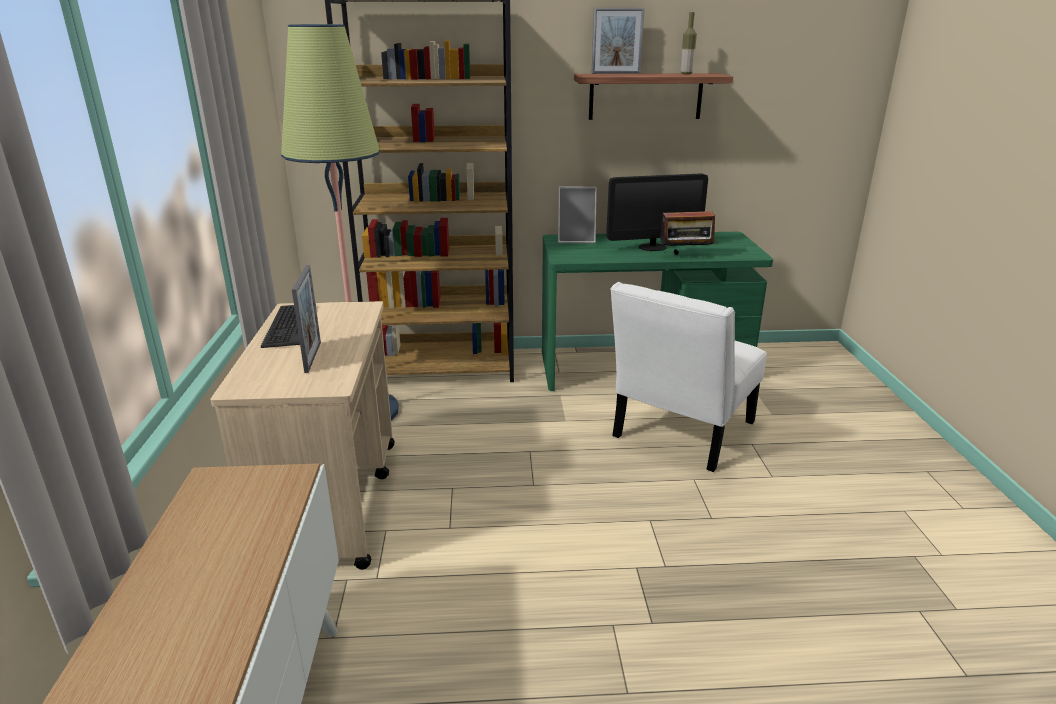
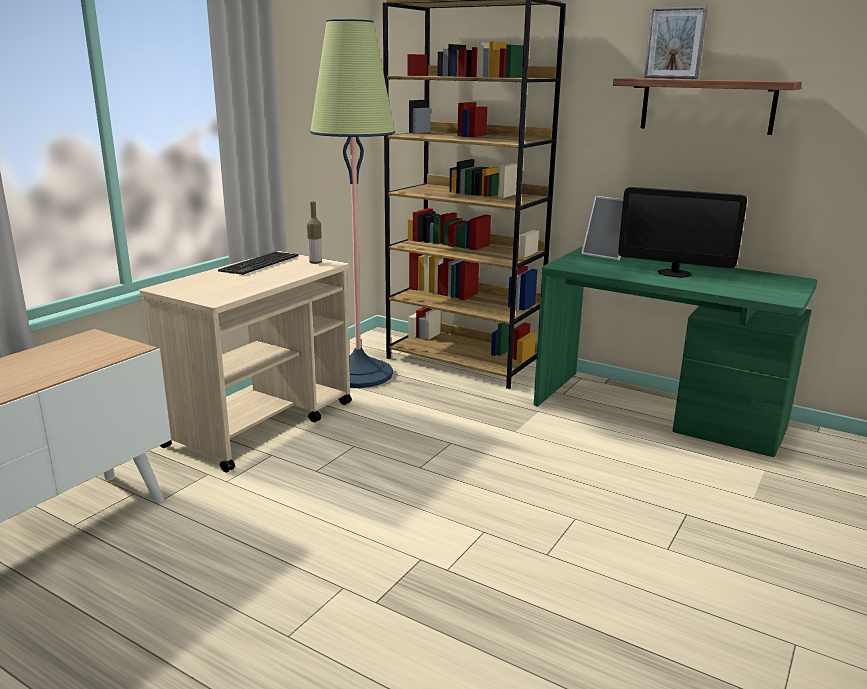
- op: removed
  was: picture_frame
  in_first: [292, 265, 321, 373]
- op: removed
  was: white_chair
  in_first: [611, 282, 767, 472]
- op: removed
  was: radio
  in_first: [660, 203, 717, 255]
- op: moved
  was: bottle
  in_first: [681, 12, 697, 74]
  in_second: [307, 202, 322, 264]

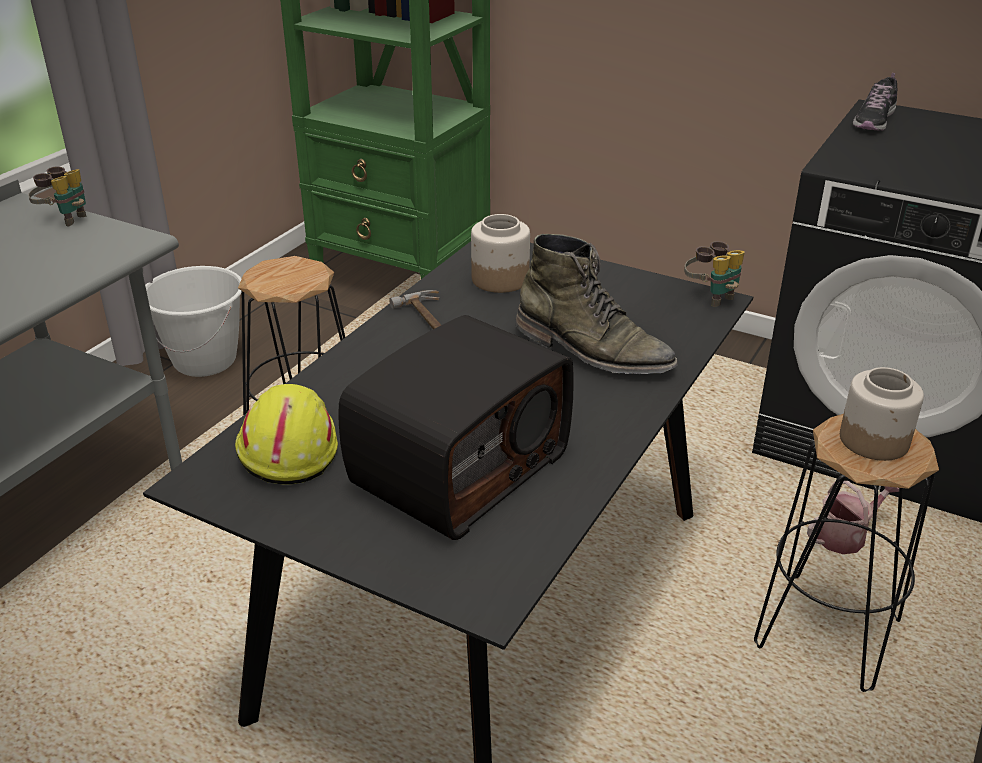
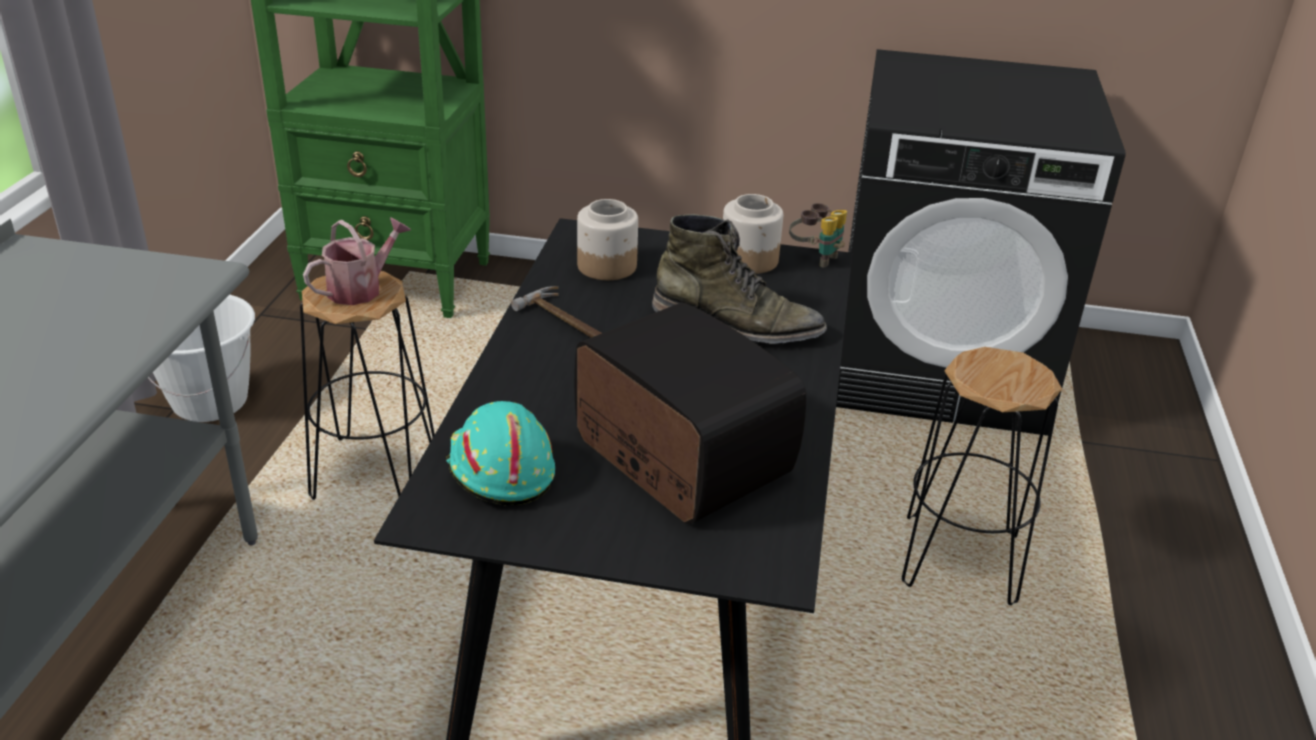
- op: removed
  was: binoculars
  in_first: [28, 167, 87, 226]
- op: removed
  was: shoe
  in_first: [853, 73, 897, 131]
- op: moved
  was: watering_can
  in_first: [807, 481, 899, 554]
  in_second: [303, 218, 411, 305]
- op: moved
  was: jar
  in_first: [840, 367, 924, 461]
  in_second: [723, 194, 783, 274]
- op: recoloured
  was: yellow_hard_hat
  now: turquoise_hard_hat
  in_first: [235, 384, 338, 485]
  in_second: [446, 401, 555, 505]
- op: turned
  was: radio
  in_first: [338, 315, 574, 540]
  in_second: [574, 303, 806, 524]
  clockwise: -60

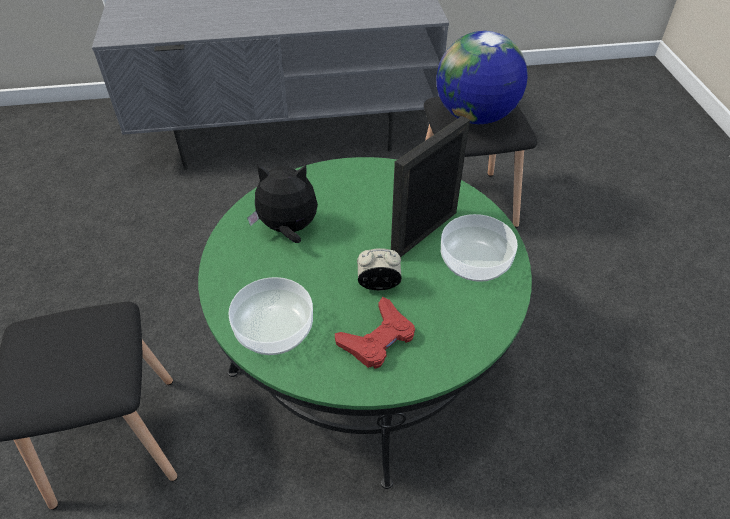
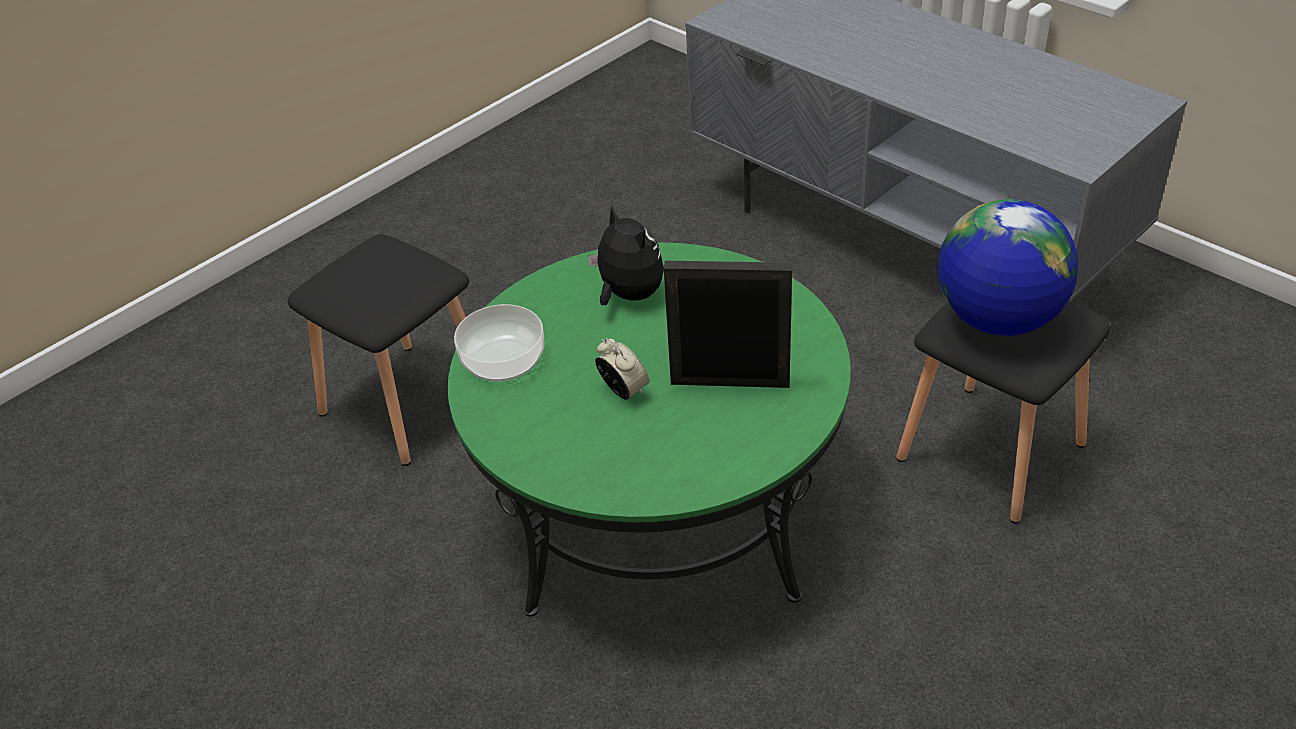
- op: removed
  was: red_game_controller
  in_first: [335, 297, 415, 369]
- op: removed
  was: bowl
  in_first: [441, 214, 518, 282]

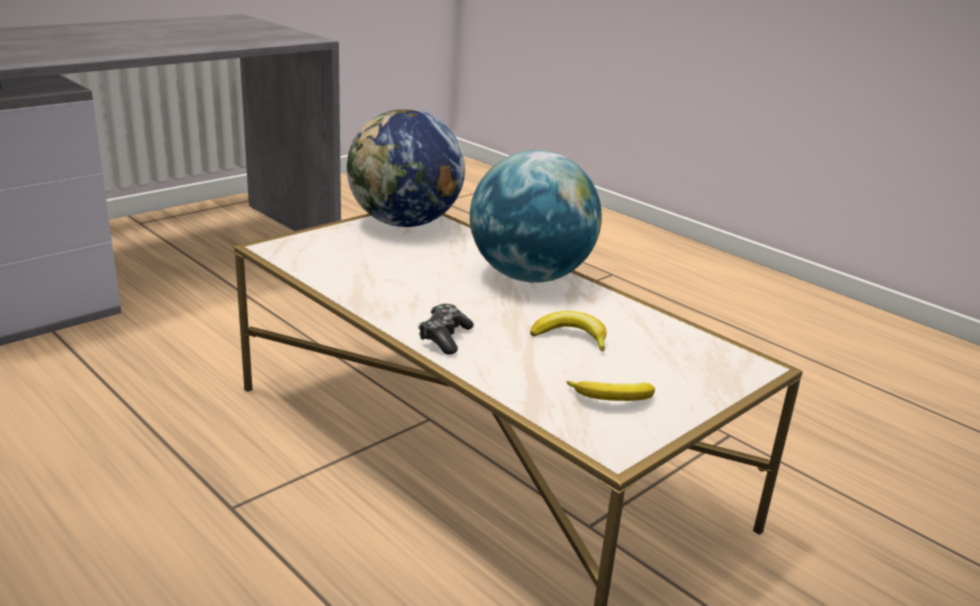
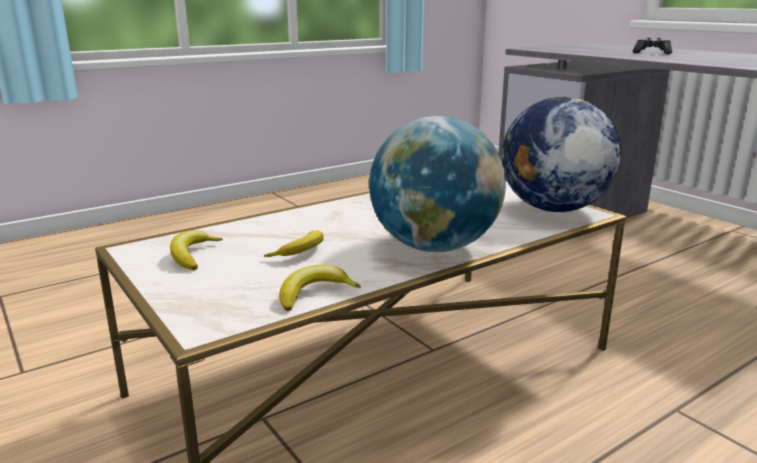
- op: added
  now: banana
  in_second: [279, 265, 361, 311]
- op: moved
  was: game_controller
  in_first: [419, 304, 474, 355]
  in_second: [633, 37, 672, 54]

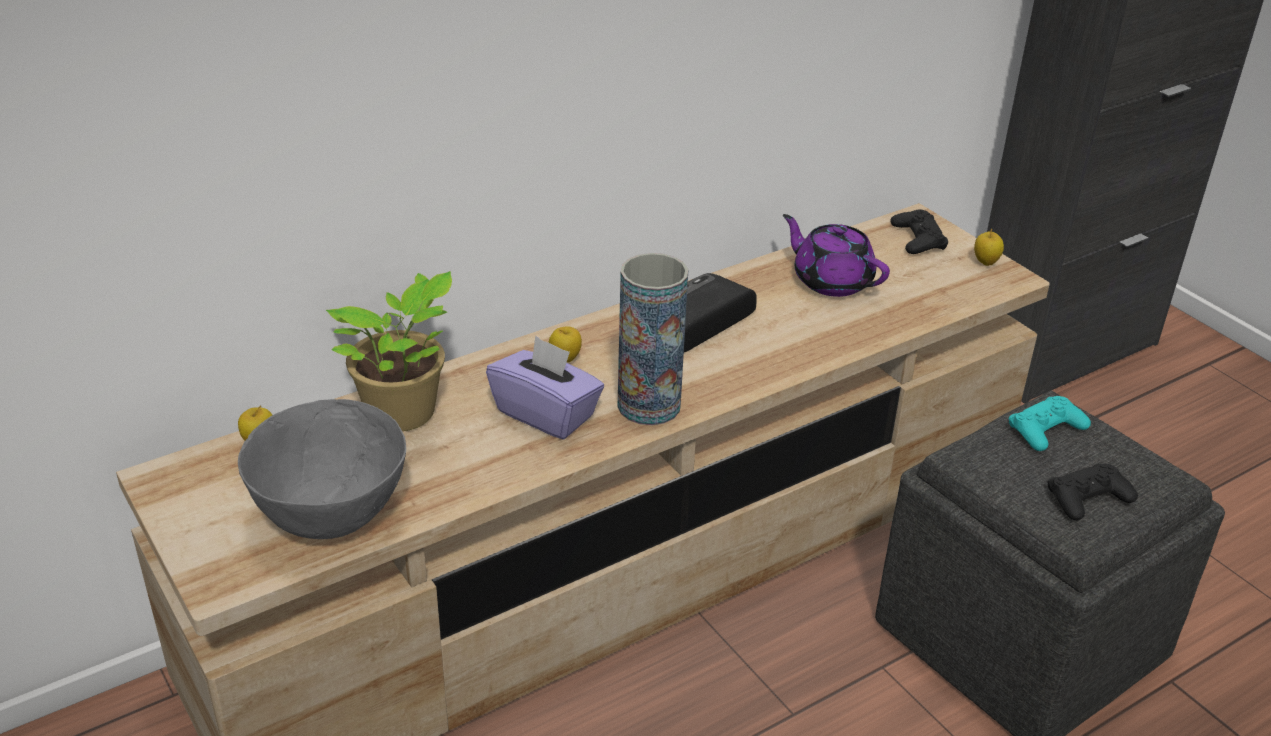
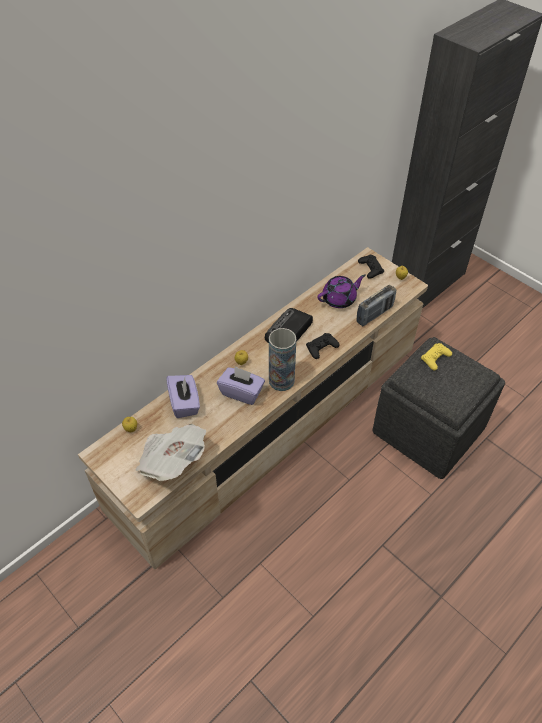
- op: added
  now: radio
  in_second: [356, 285, 397, 326]
- op: moved
  was: black_game_controller
  in_first: [1047, 464, 1138, 520]
  in_second: [306, 333, 340, 359]
- op: replaced
  was: grey_bowl
  now: newspaper
  in_first: [238, 399, 406, 539]
  in_second: [135, 424, 206, 481]
- op: replaced
  was: potted_plant
  now: purple_tissue_box
  in_first: [326, 271, 452, 431]
  in_second: [166, 375, 200, 418]
- op: recoloured
  was: turquoise_game_controller
  now: yellow_game_controller
  in_first: [1009, 396, 1091, 451]
  in_second: [421, 343, 452, 371]
- op: turned
  was: purple_teapot
  in_first: [783, 214, 890, 297]
  in_second: [317, 274, 366, 308]
  clockwise: 120

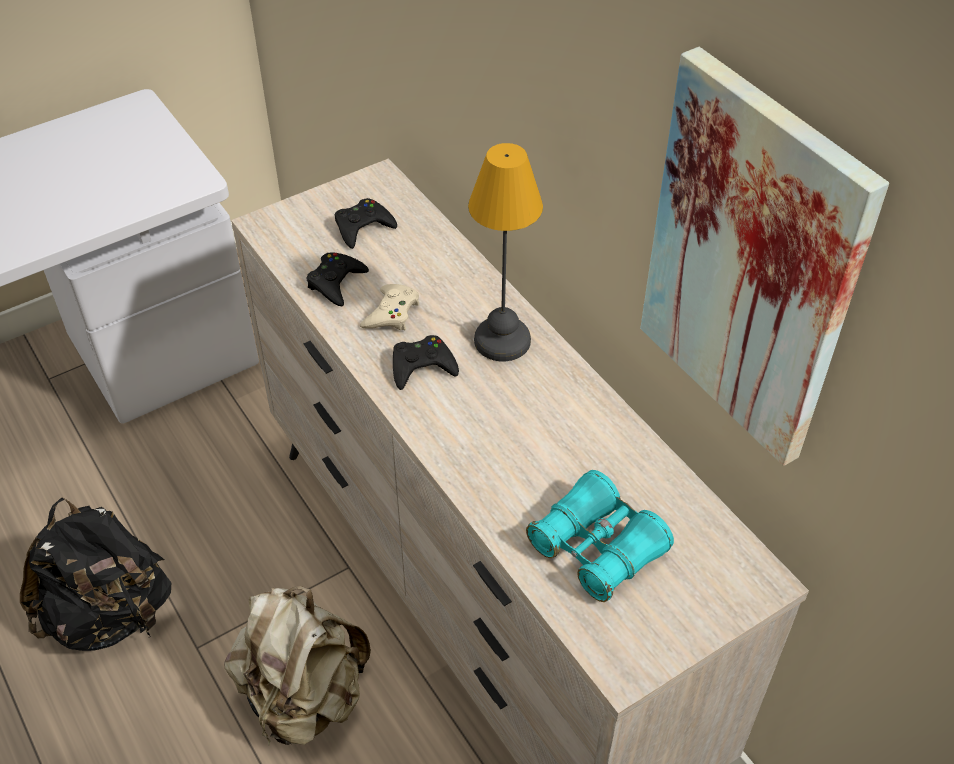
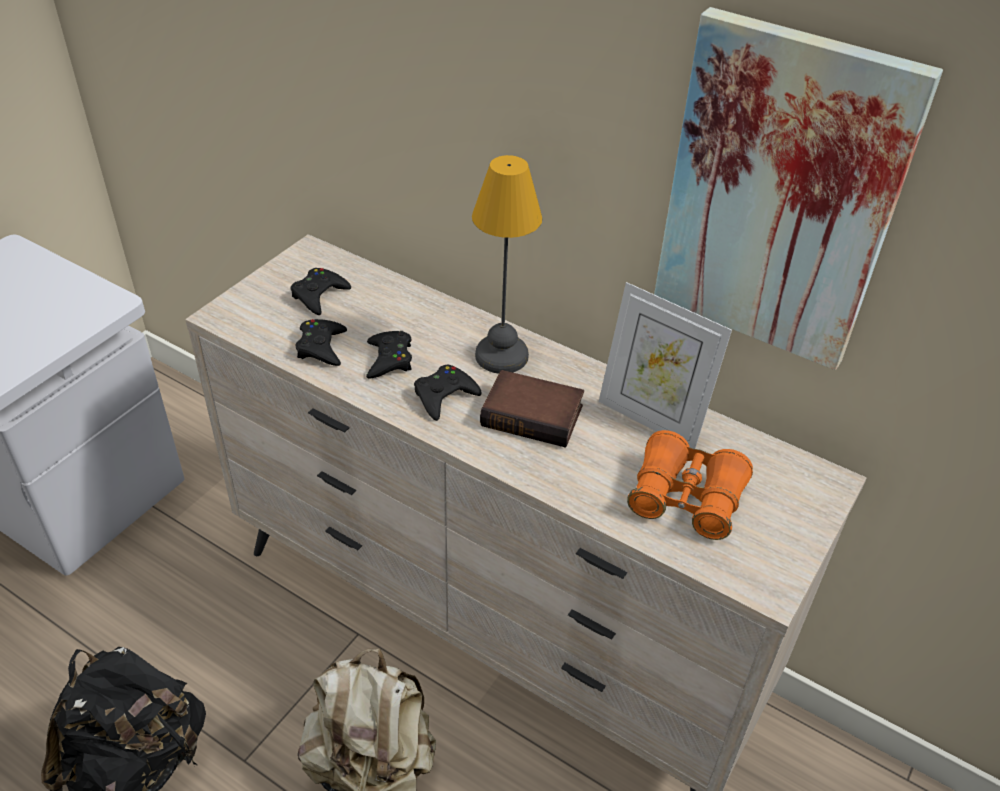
- op: added
  now: book
  in_second: [480, 370, 584, 448]
- op: added
  now: picture_frame
  in_second: [599, 282, 732, 449]
- op: recoloured
  was: beige_game_controller
  now: black_game_controller
  in_first: [360, 284, 420, 330]
  in_second: [366, 331, 412, 379]
- op: recoloured
  was: turquoise_binoculars
  now: orange_binoculars
  in_first: [526, 470, 674, 602]
  in_second: [627, 430, 753, 540]

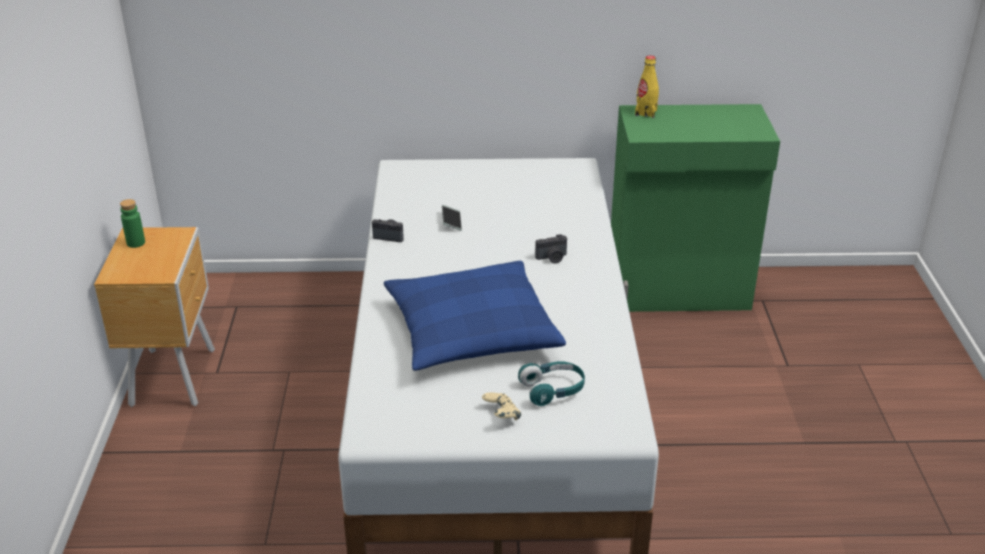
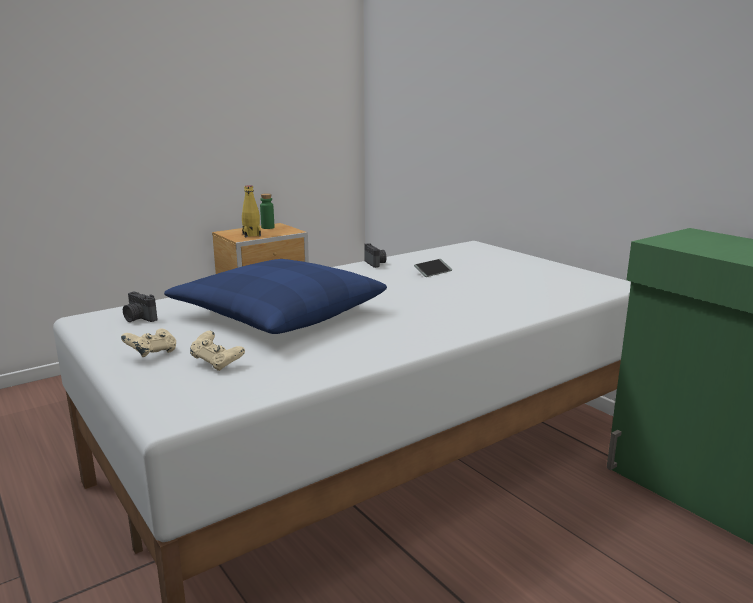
- op: moved
  was: photo_camera
  in_first: [535, 234, 567, 263]
  in_second: [123, 292, 157, 322]
- op: moved
  was: yellow_bottle
  in_first: [635, 56, 659, 118]
  in_second: [242, 185, 261, 237]
- op: replaced
  was: turquoise_headphones
  now: beige_game_controller
  in_first: [518, 361, 585, 406]
  in_second: [190, 331, 245, 371]

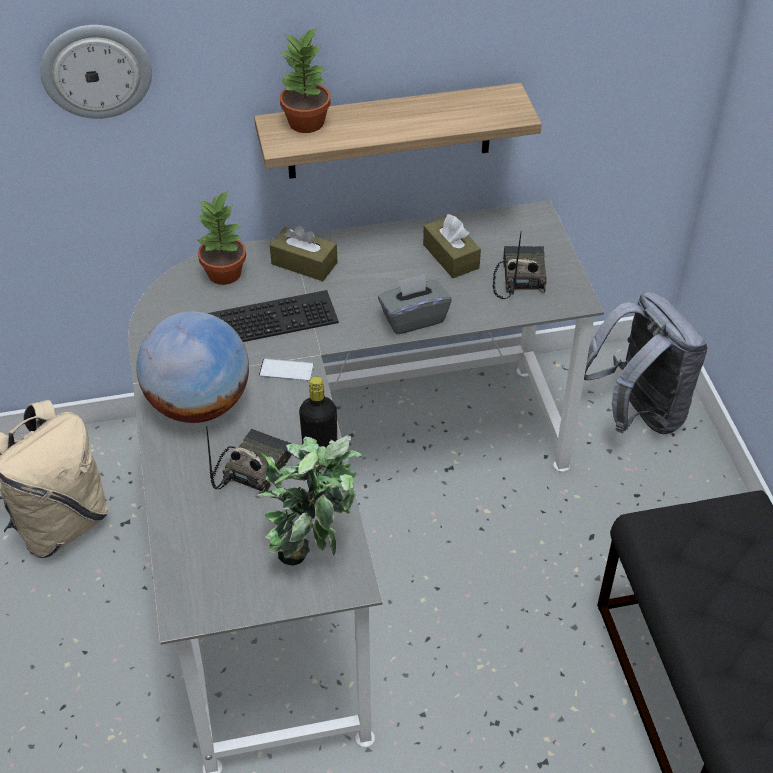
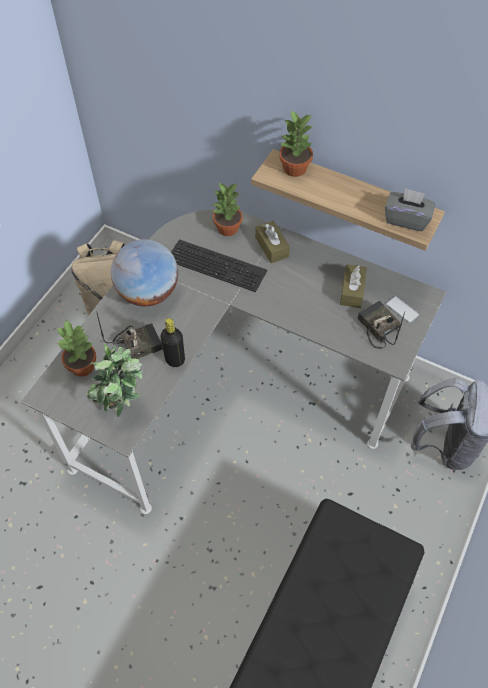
- op: removed
  was: wall_clock
  in_first: [40, 25, 152, 119]
- op: added
  now: potted_plant
  in_second: [57, 320, 96, 377]
- op: moved
  was: phone
  in_first: [259, 358, 314, 381]
  in_second: [386, 296, 419, 323]
- op: moved
  was: grey_tissue_box
  in_first: [378, 274, 452, 334]
  in_second: [385, 188, 435, 231]
- op: turned
  was: radio
  in_first: [493, 230, 546, 299]
  in_second: [357, 301, 405, 349]
  clockwise: -75

